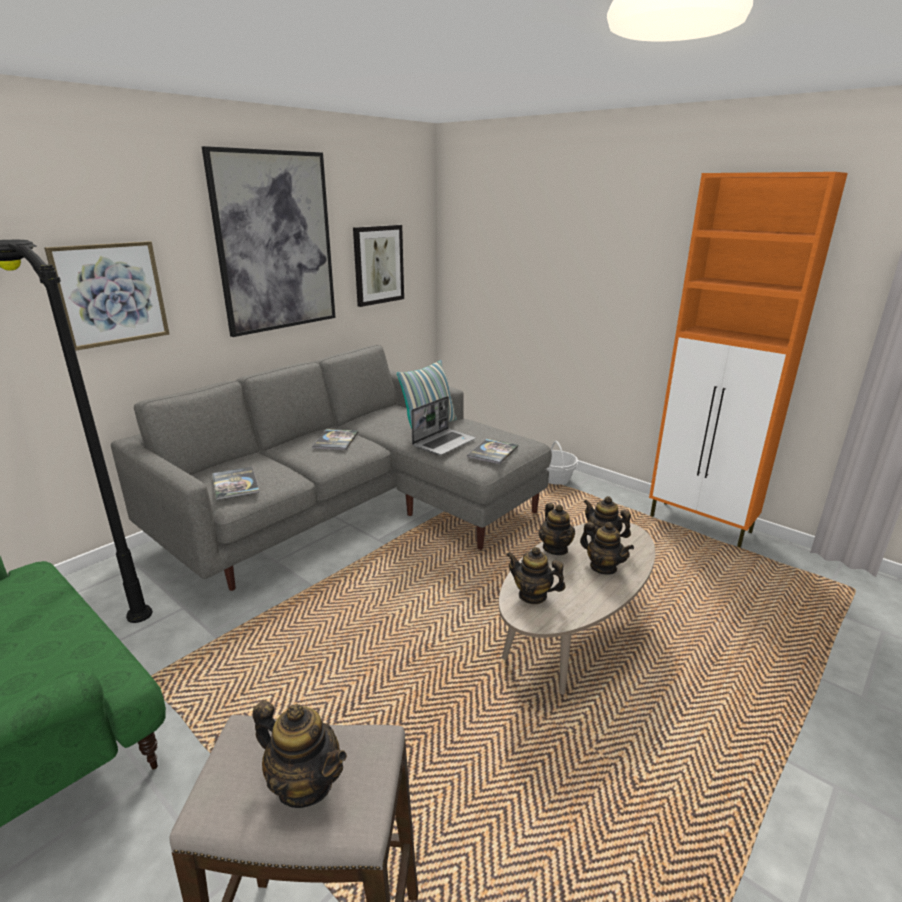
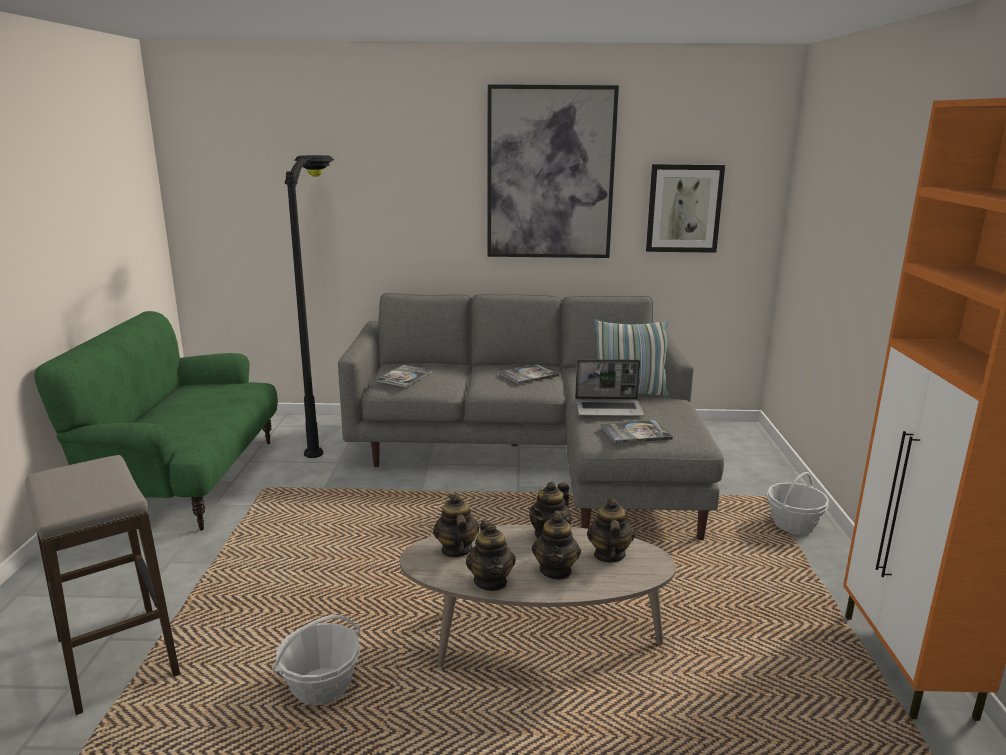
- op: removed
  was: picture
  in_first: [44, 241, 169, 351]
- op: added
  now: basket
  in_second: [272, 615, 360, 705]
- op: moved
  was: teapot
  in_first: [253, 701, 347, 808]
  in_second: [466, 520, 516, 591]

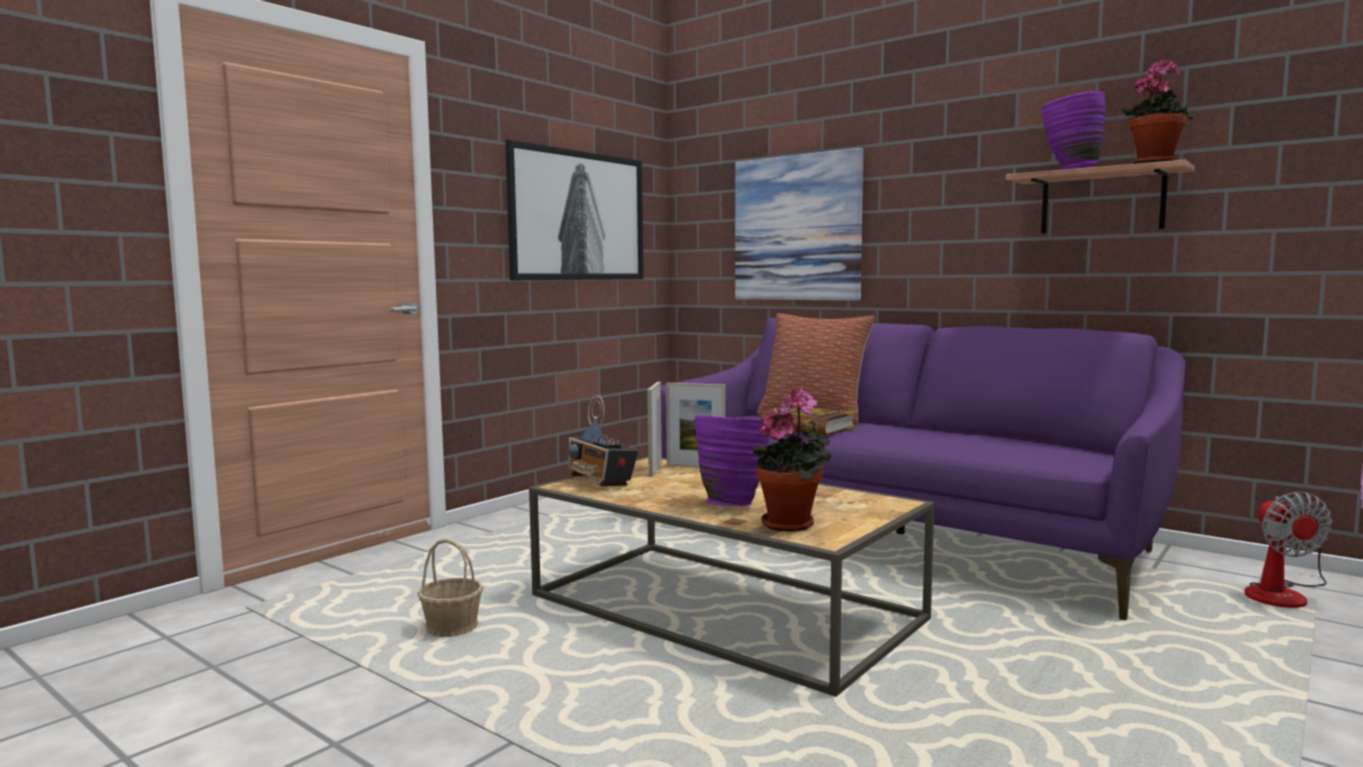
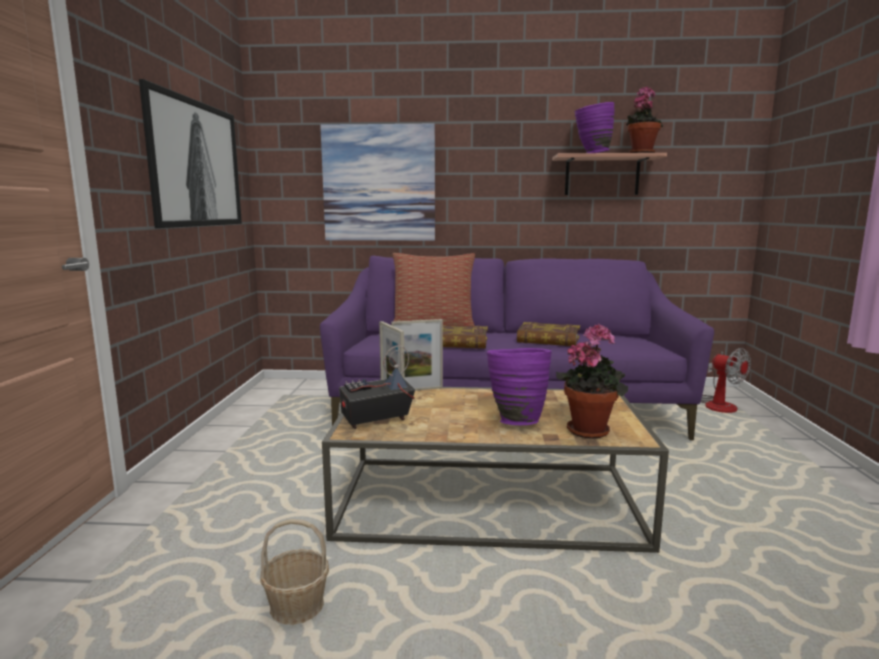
- op: added
  now: book
  in_second: [517, 322, 580, 346]
- op: turned
  was: radio
  in_first: [567, 395, 638, 486]
  in_second: [339, 345, 415, 429]
  clockwise: 135

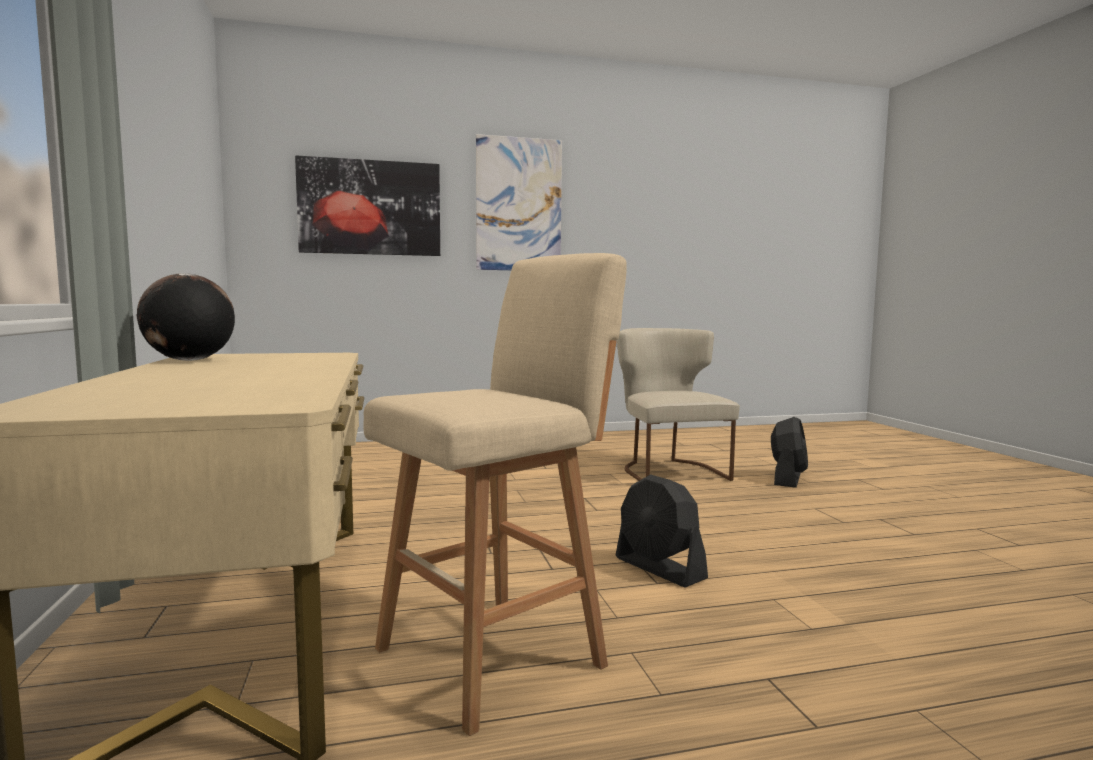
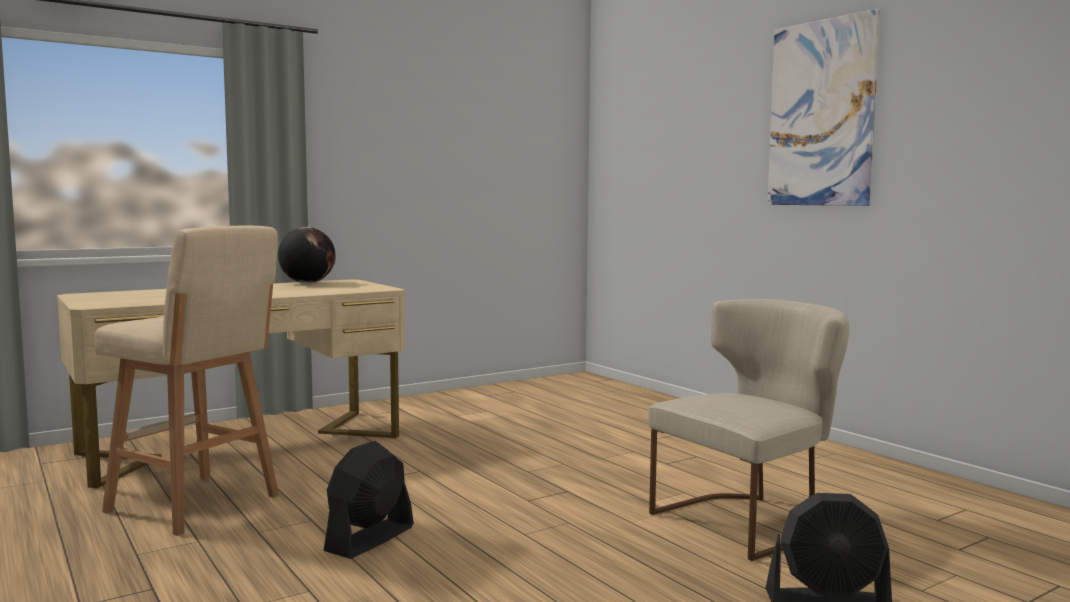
- op: removed
  was: picture
  in_first: [295, 155, 440, 256]

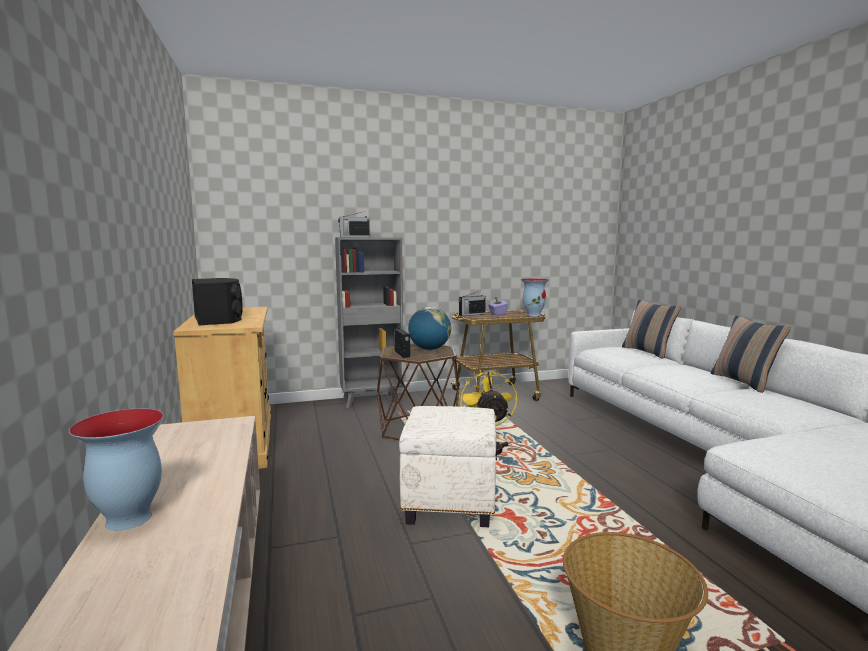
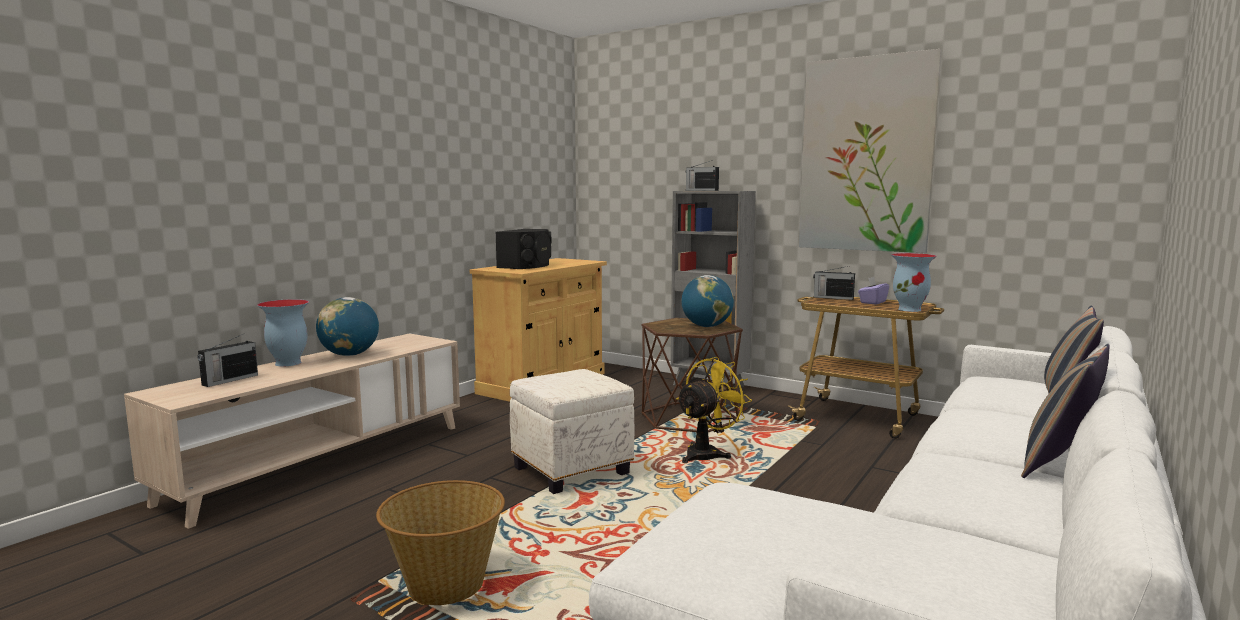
- op: added
  now: globe
  in_second: [316, 297, 379, 356]
- op: added
  now: picture
  in_second: [799, 49, 942, 253]
- op: moved
  was: radio
  in_first: [394, 323, 410, 358]
  in_second: [197, 333, 258, 387]

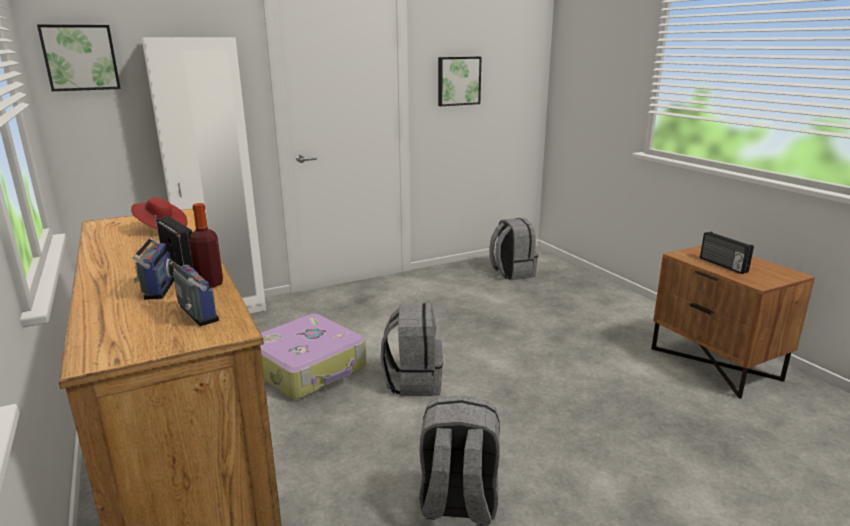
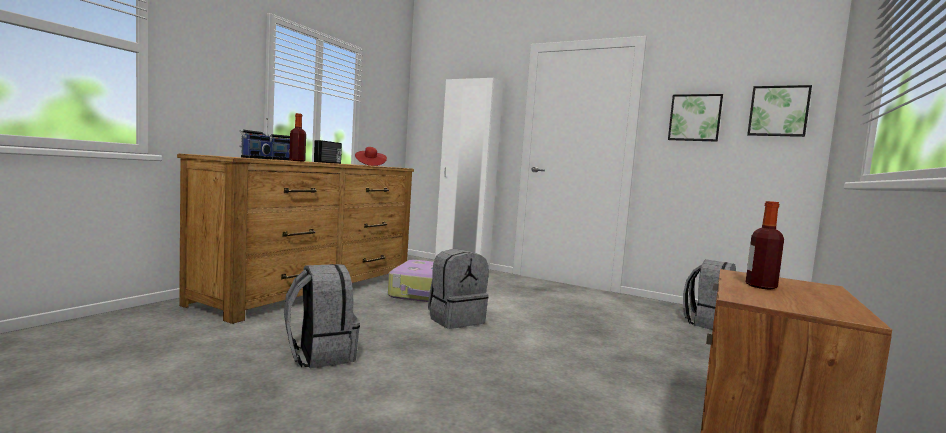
- op: moved
  was: picture
  in_first: [37, 25, 121, 91]
  in_second: [747, 85, 812, 137]
- op: replaced
  was: radio
  now: bottle
  in_first: [700, 232, 754, 274]
  in_second: [746, 201, 784, 290]

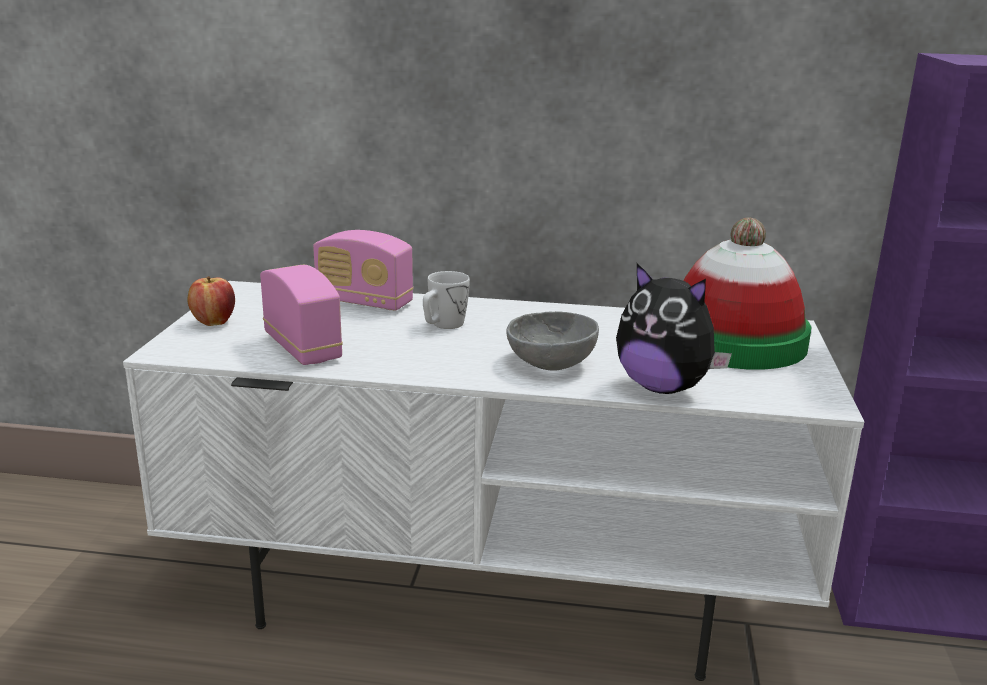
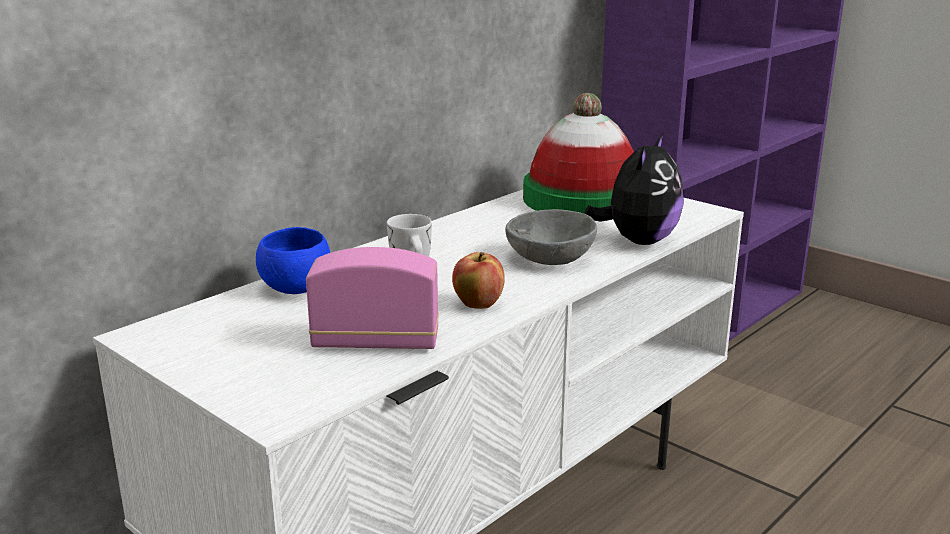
- op: moved
  was: apple
  in_first: [188, 276, 235, 326]
  in_second: [452, 252, 505, 309]
- op: replaced
  was: radio
  now: blue_bowl
  in_first: [313, 230, 414, 311]
  in_second: [256, 227, 330, 294]
- op: turned
  was: plush_toy
  in_first: [616, 263, 732, 394]
  in_second: [585, 132, 684, 245]
  clockwise: -45

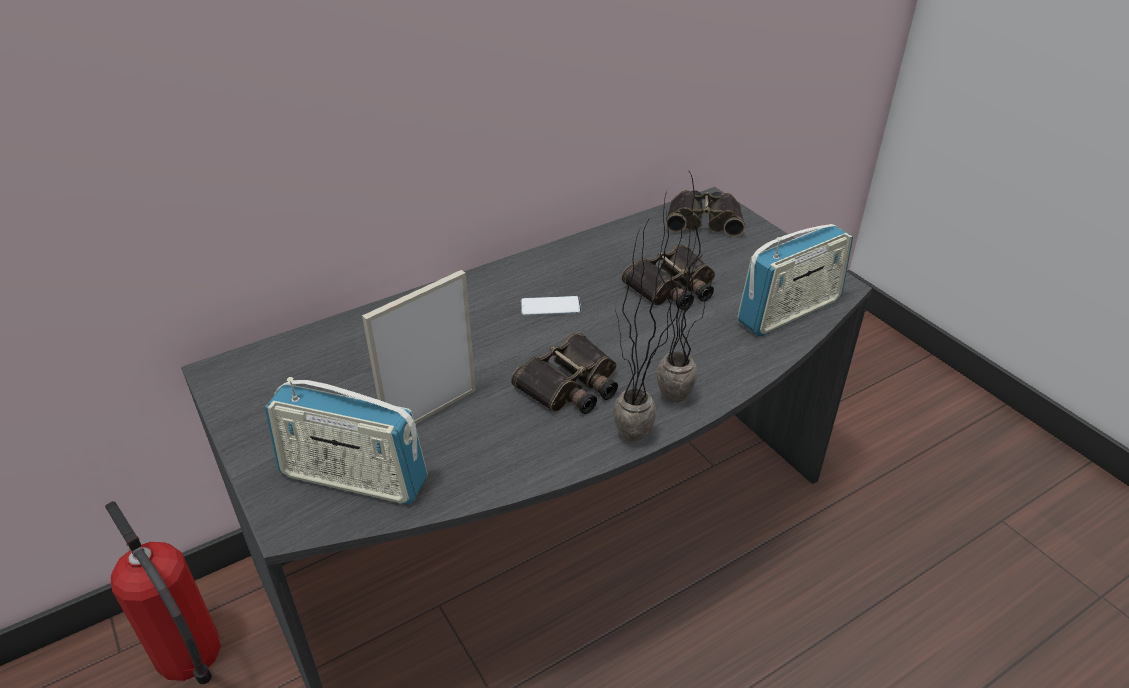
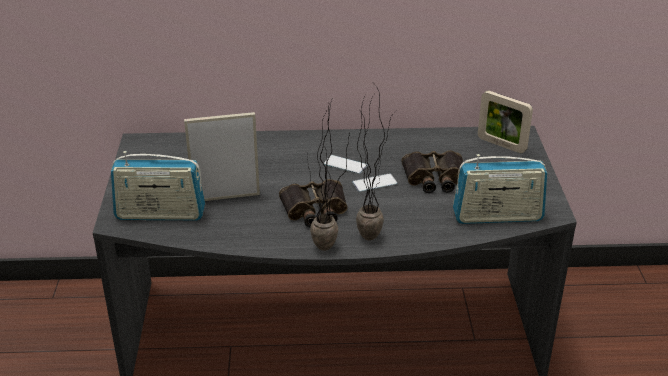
- op: removed
  was: fire_extinguisher
  in_first: [105, 501, 221, 684]
- op: added
  now: phone
  in_second: [352, 173, 398, 192]
- op: replaced
  was: binoculars
  now: picture_frame
  in_first: [666, 190, 745, 237]
  in_second: [478, 91, 533, 153]
- op: turned
  was: radio
  in_first: [265, 377, 428, 505]
  in_second: [111, 151, 205, 220]
  clockwise: -45

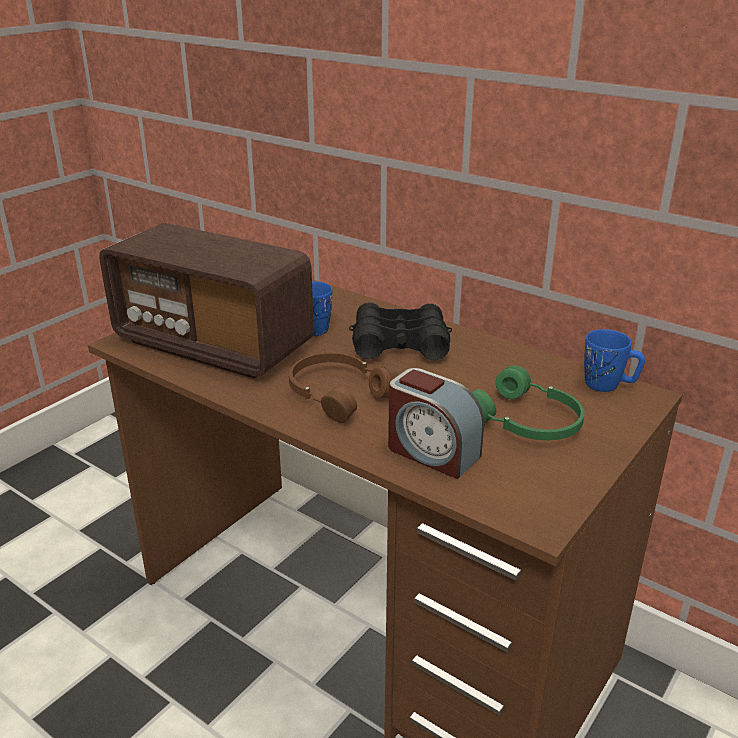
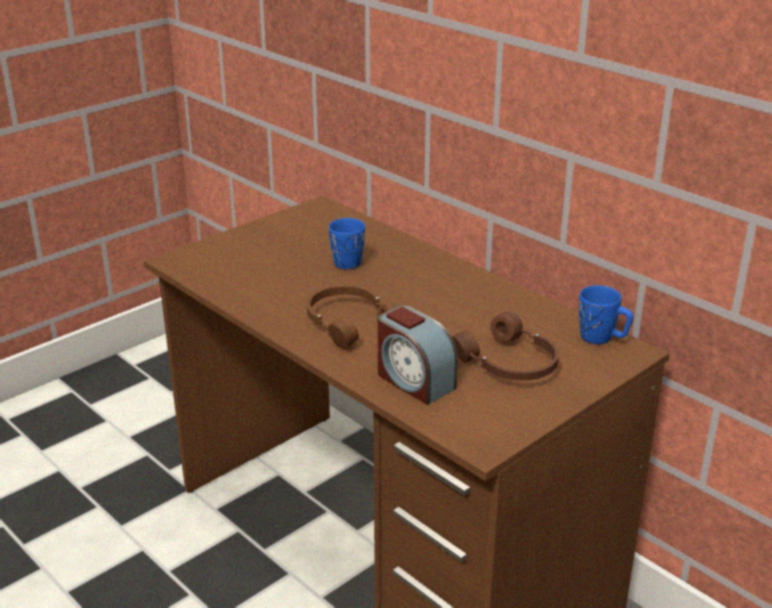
- op: removed
  was: radio
  in_first: [99, 223, 314, 379]
- op: removed
  was: black_binoculars
  in_first: [349, 302, 452, 360]
- op: recoloured
  was: green_headphones
  now: brown_headphones
  in_first: [471, 365, 585, 440]
  in_second: [452, 312, 559, 381]

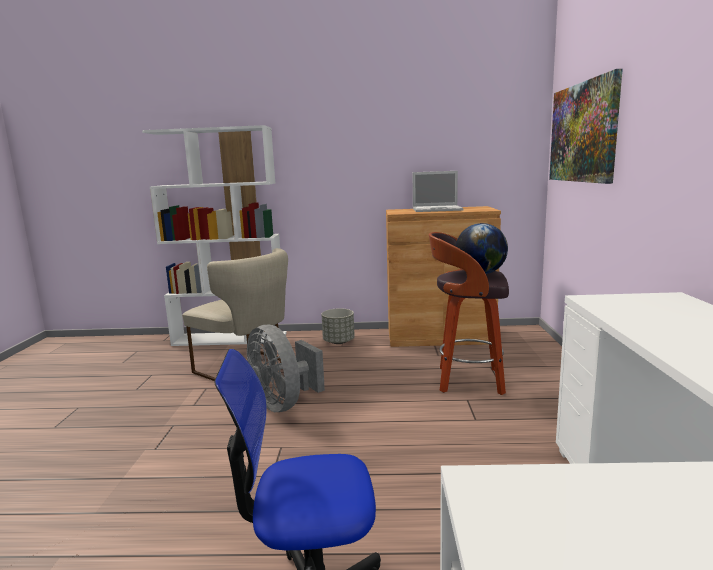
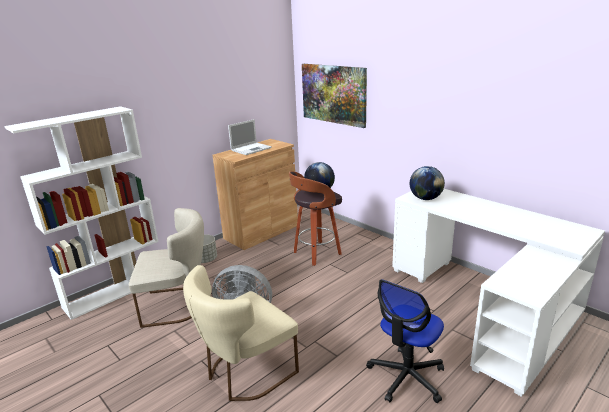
- op: added
  now: beige_chair
  in_second: [183, 265, 299, 401]
- op: added
  now: globe
  in_second: [410, 166, 445, 200]

